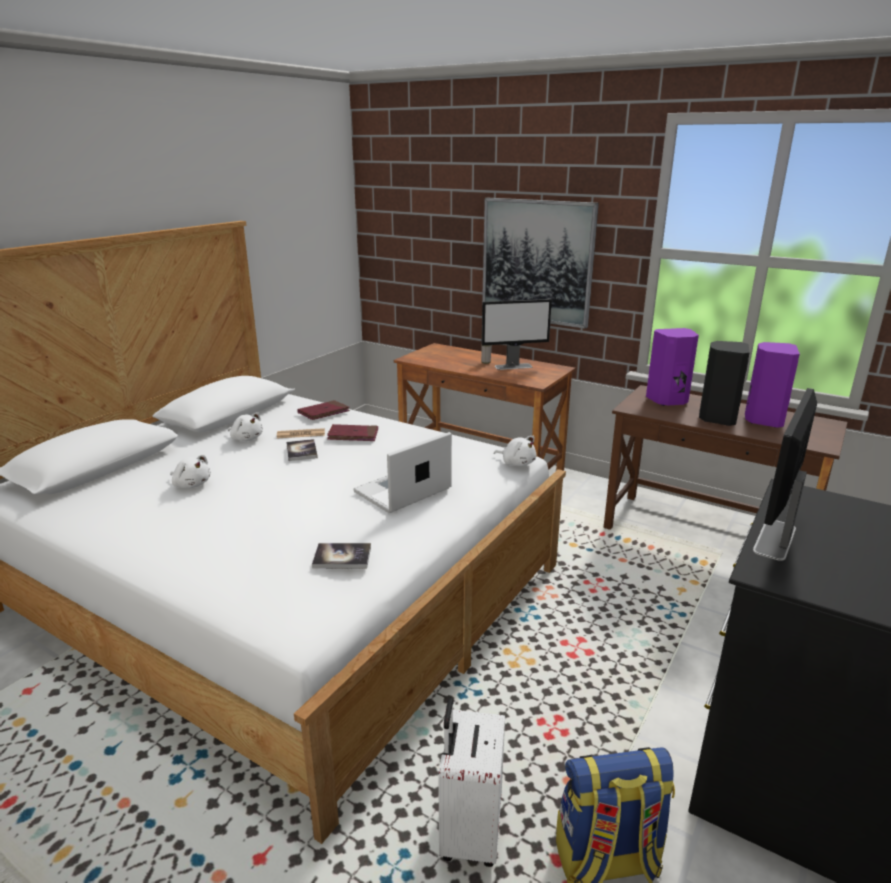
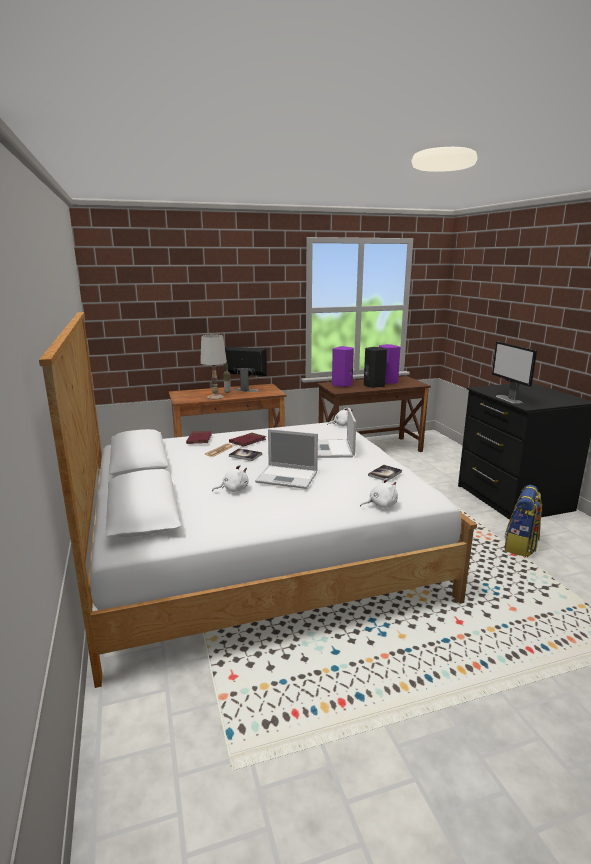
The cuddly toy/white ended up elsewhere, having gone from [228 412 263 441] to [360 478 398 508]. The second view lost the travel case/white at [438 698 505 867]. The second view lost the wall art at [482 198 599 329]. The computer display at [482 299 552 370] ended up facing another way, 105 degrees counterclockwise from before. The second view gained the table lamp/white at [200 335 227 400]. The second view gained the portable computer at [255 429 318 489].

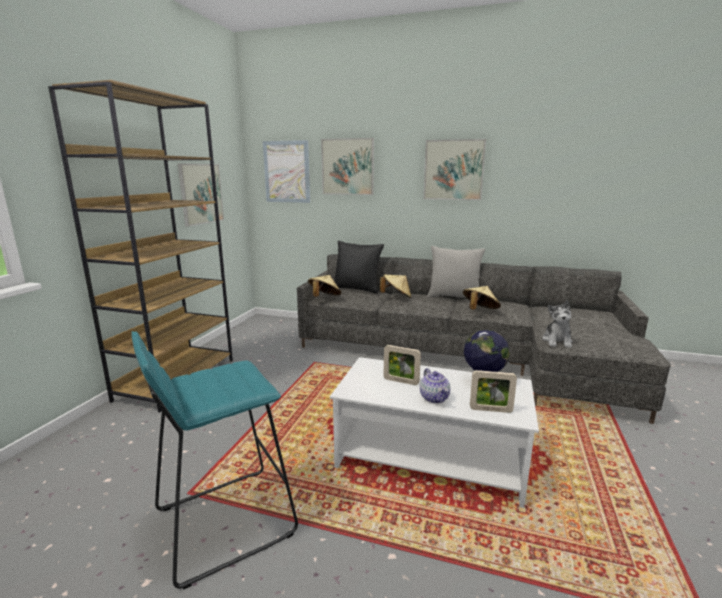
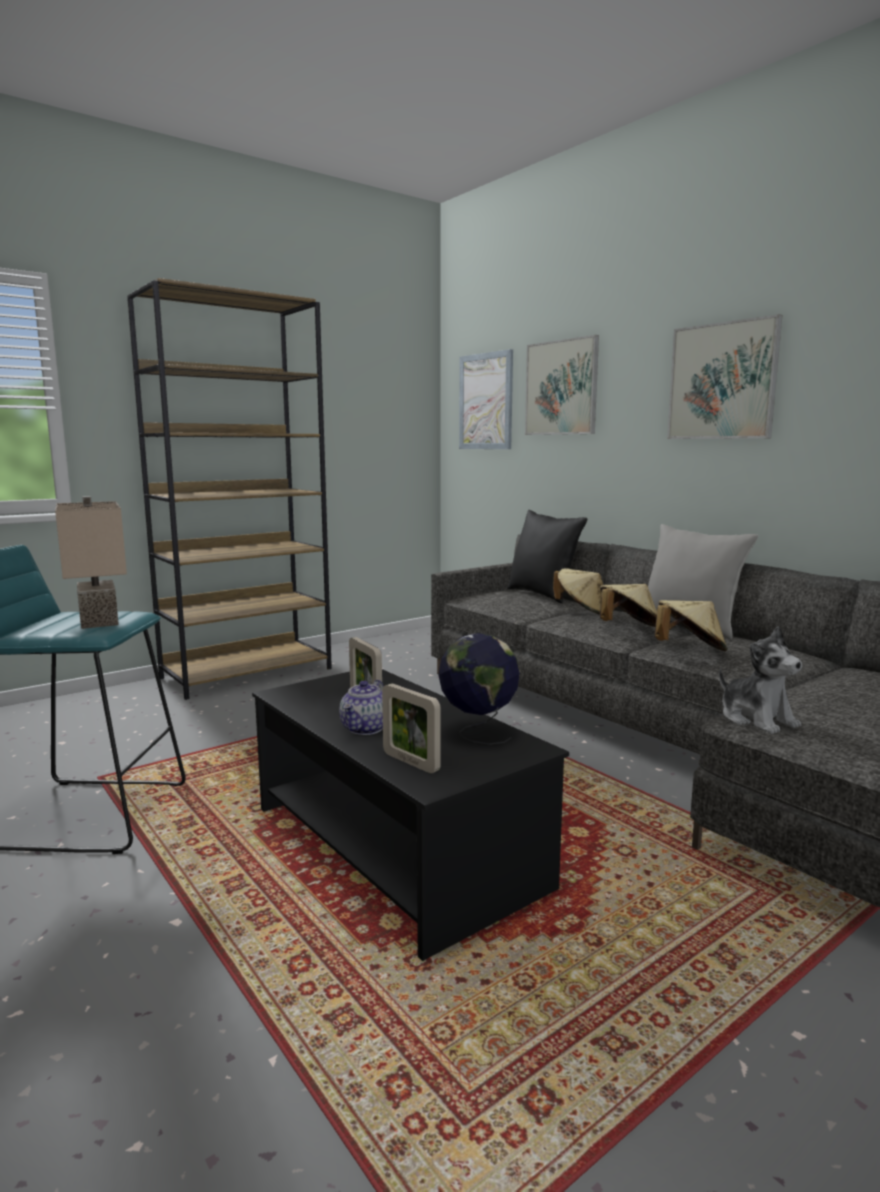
The second view lost the wall art at [178 163 224 227]. The hat/sand-coloured ended up elsewhere, having gone from [308 275 341 297] to [600 584 657 627]. What was the coffee table/white at [330 357 539 508] turned into the coffee table/black at [252 669 569 961]. The cuddly toy at [542 300 572 348] ended up facing another way, 75 degrees counterclockwise from before. The second view gained the table lamp/sand-coloured at [55 496 127 629].

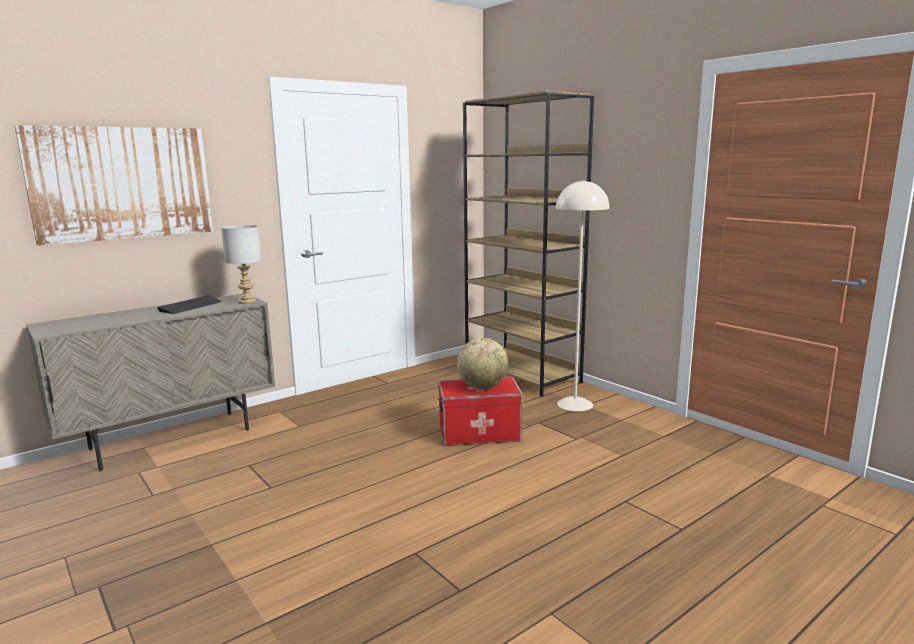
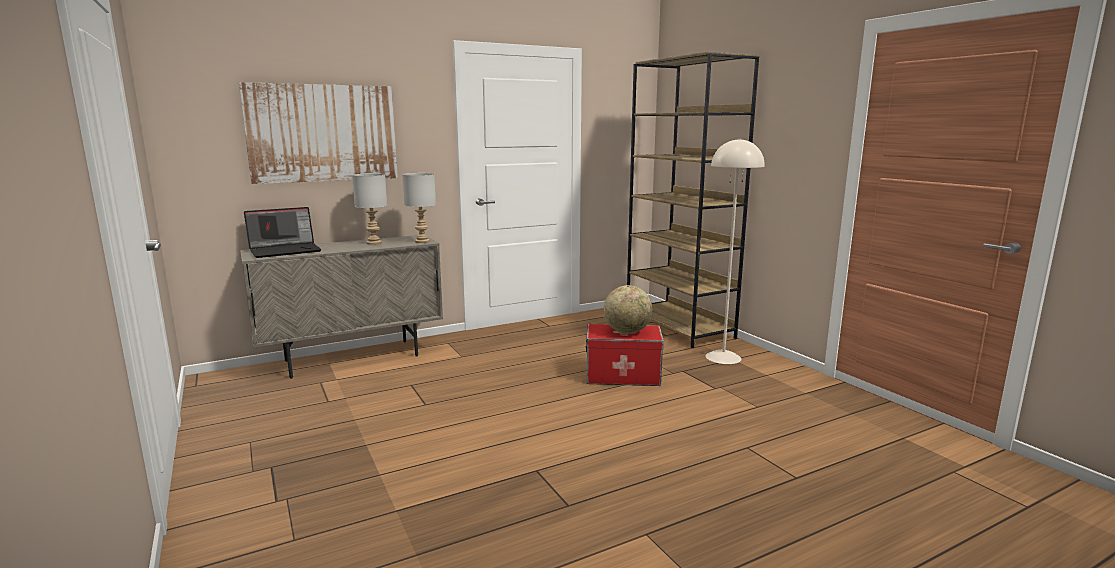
Where the keyboard stood at [157 295 222 314], the table lamp/gray came to stand at [352 173 387 245]. The second view gained the portable computer at [244 207 322 258].

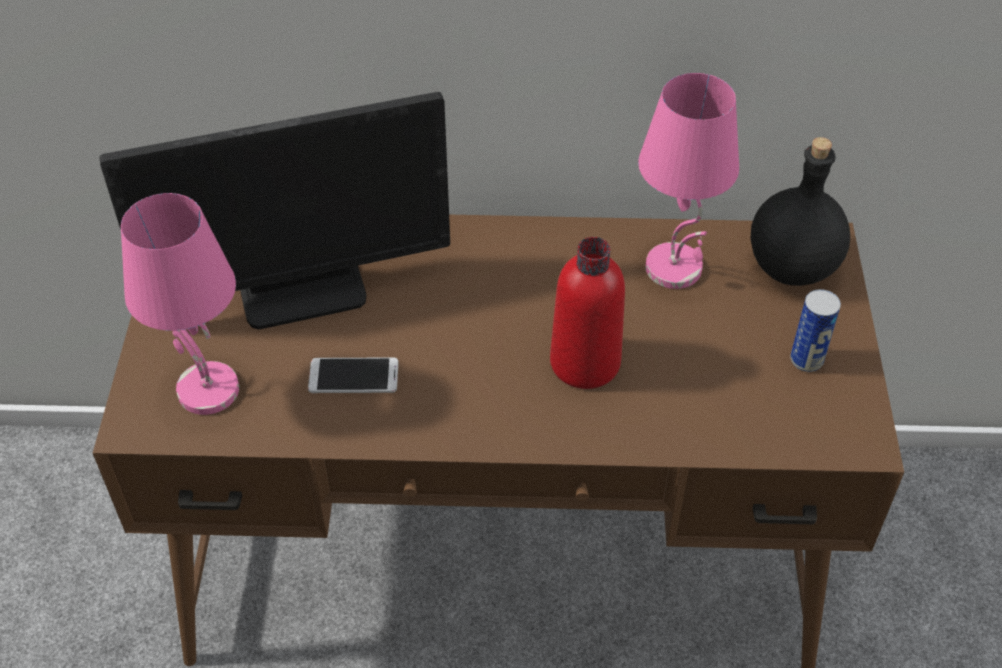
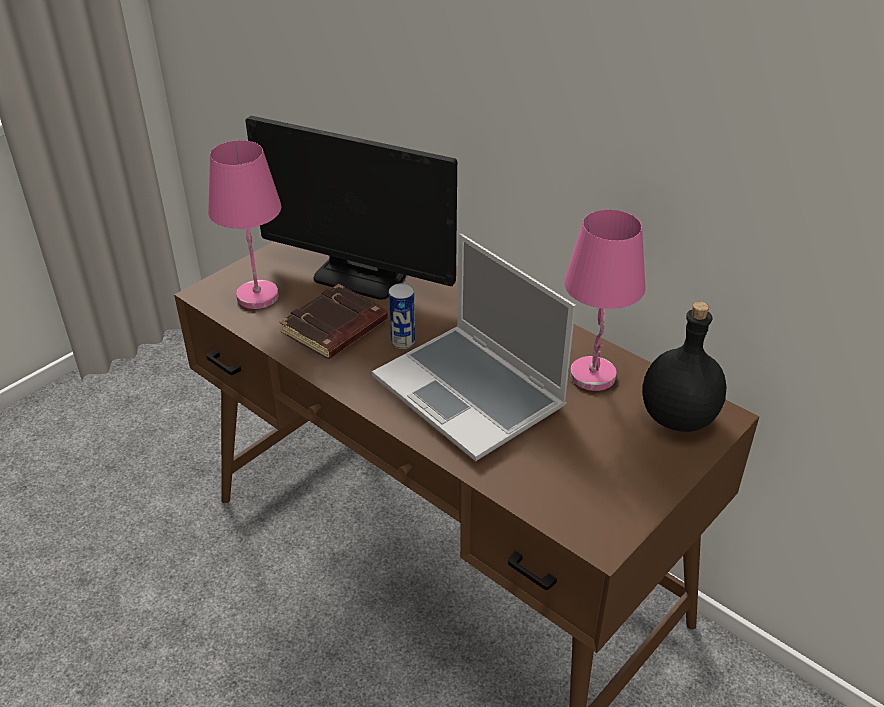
Where the phone stood at [308 358 399 393], the volume/brown came to stand at [280 284 388 359]. Where the drink bottle/red-coloured stood at [550 237 625 389], the portable computer came to stand at [372 233 576 461]. The sealed can ended up elsewhere, having gone from [790 289 841 372] to [389 283 415 349].

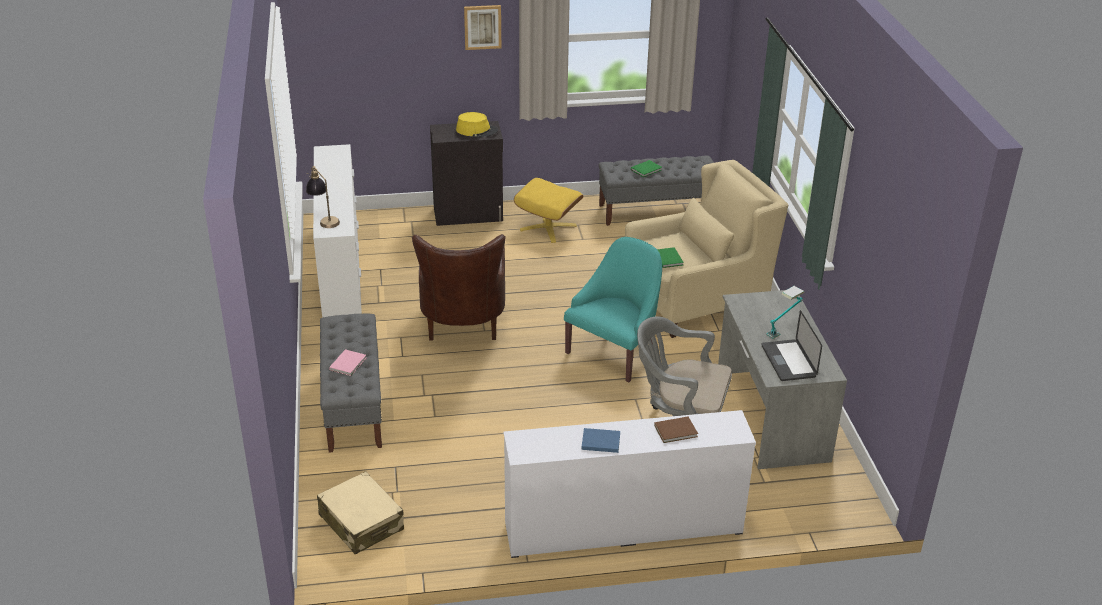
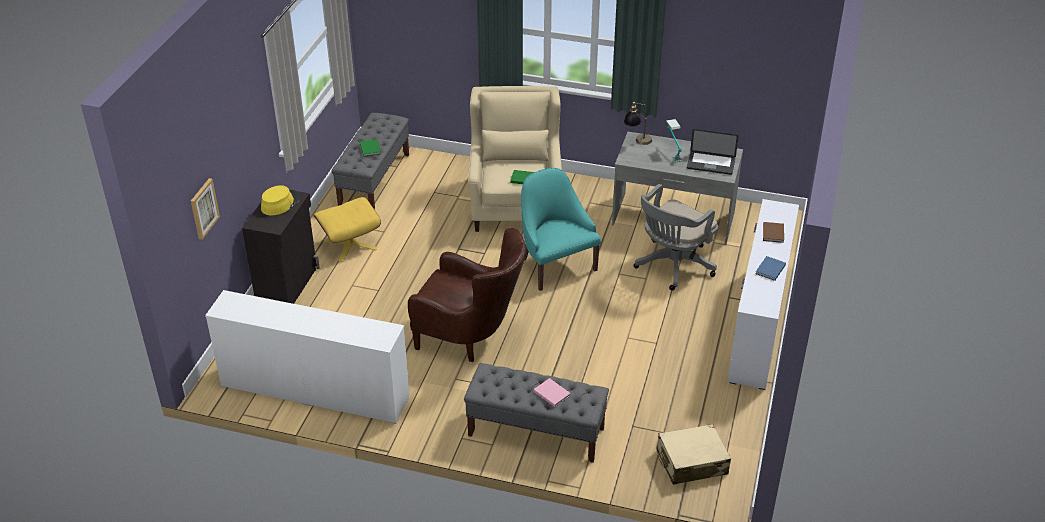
The table lamp ended up elsewhere, having gone from [306 166 340 228] to [624 102 652 145]. The wall art ended up elsewhere, having gone from [464 5 501 50] to [191 178 220 240].

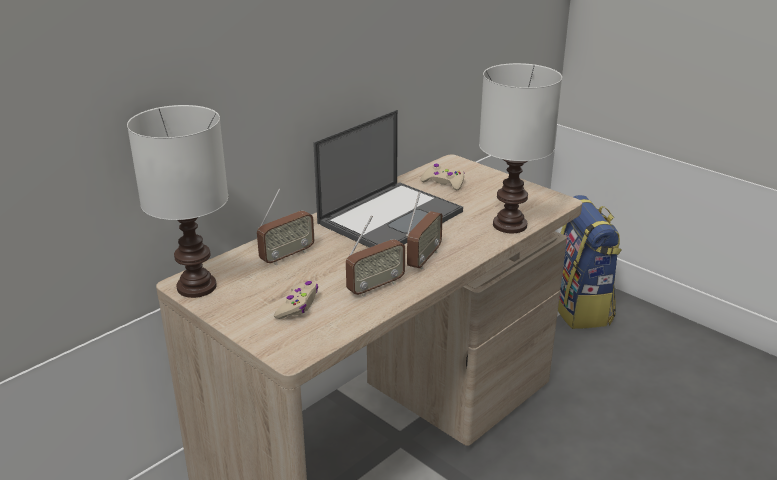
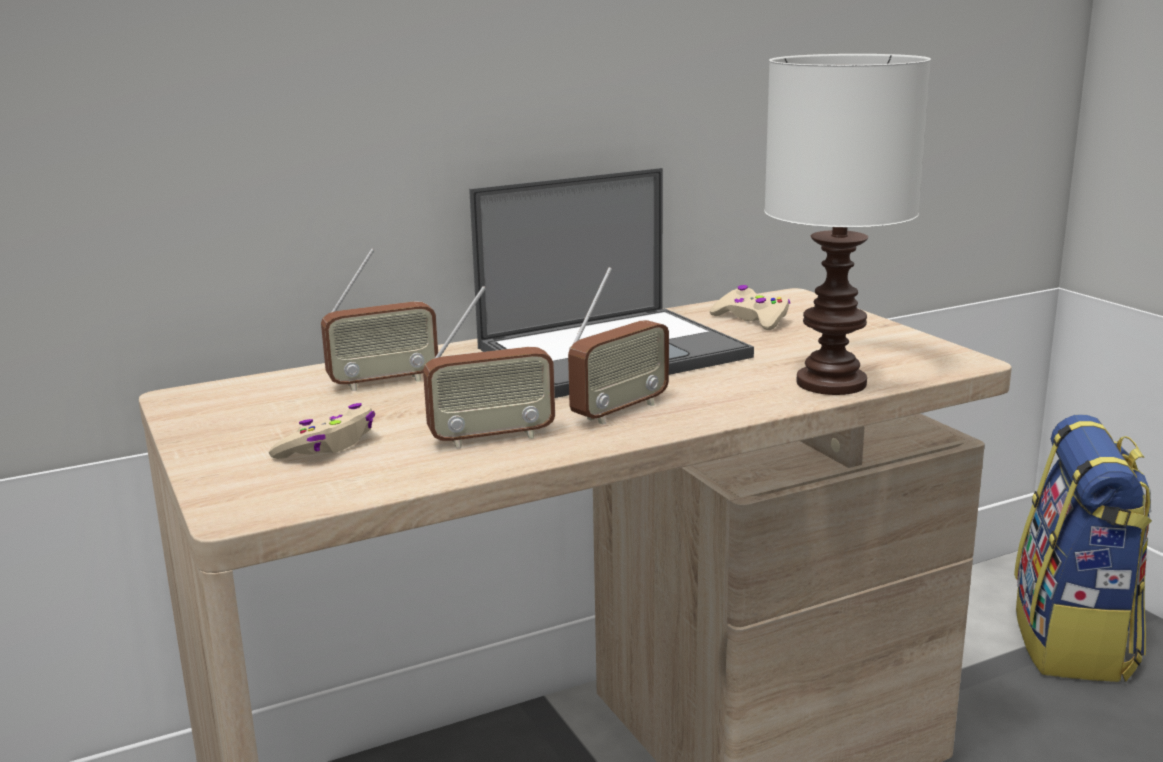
The second view lost the table lamp/white at [127 105 228 298].

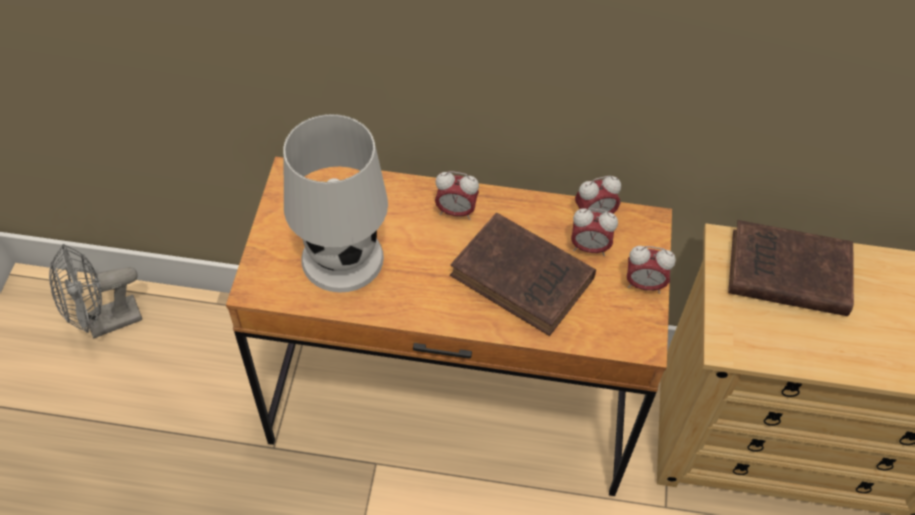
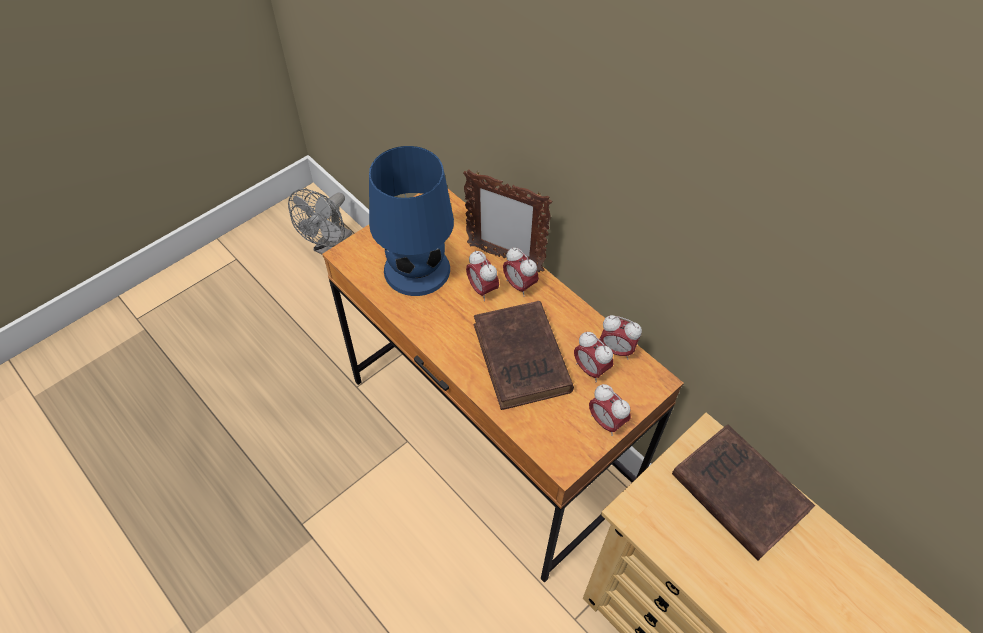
The fan/gray at [49 244 142 339] ended up facing another way, 75 degrees counterclockwise from before. What was the table lamp/white at [283 114 388 293] turned into the table lamp/blue at [369 146 454 296]. The second view gained the picture frame at [463 169 552 272]. The second view gained the alarm clock at [466 250 499 301].

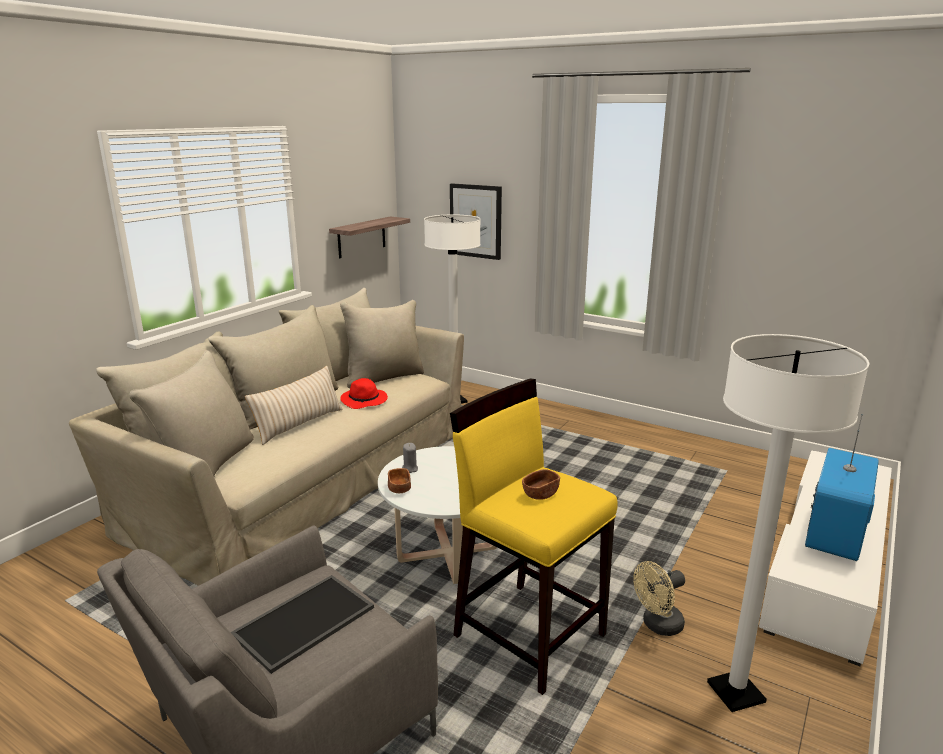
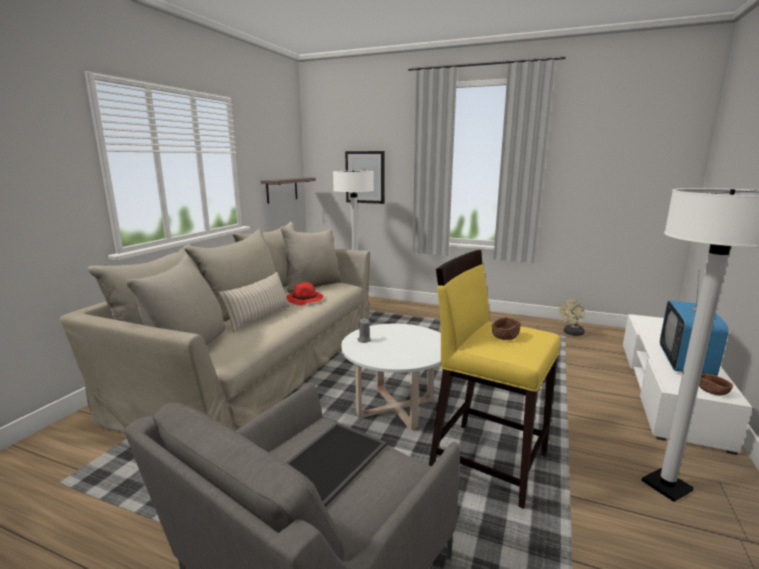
The bowl/brown ended up elsewhere, having gone from [388 468 411 493] to [699 374 733 395]. The fan/sand-coloured ended up elsewhere, having gone from [633 561 685 636] to [559 299 585 336].

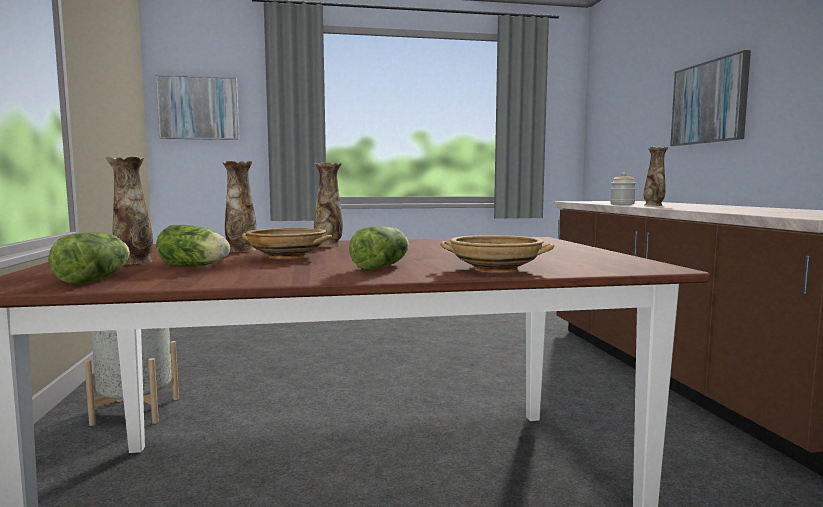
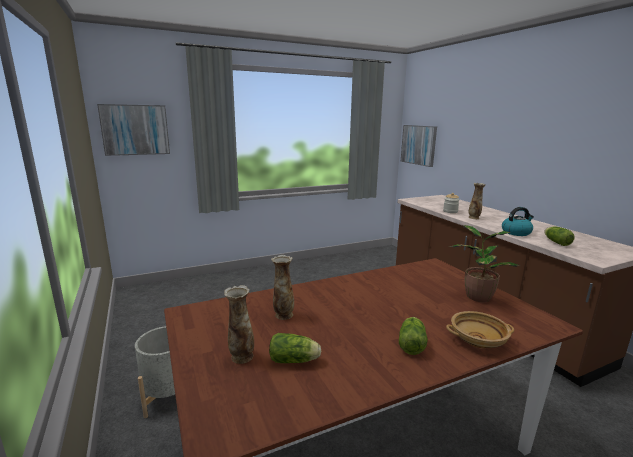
The head of lettuce ended up elsewhere, having gone from [48 233 130 285] to [544 226 575 246]. The second view lost the bowl/sand-coloured at [242 228 332 259]. The second view lost the vase at [314 162 343 247]. The wall art ended up elsewhere, having gone from [670 50 751 146] to [401 125 437 167]. The second view gained the plant in a pot at [449 225 520 302]. The second view gained the water kettle at [502 207 534 236].

